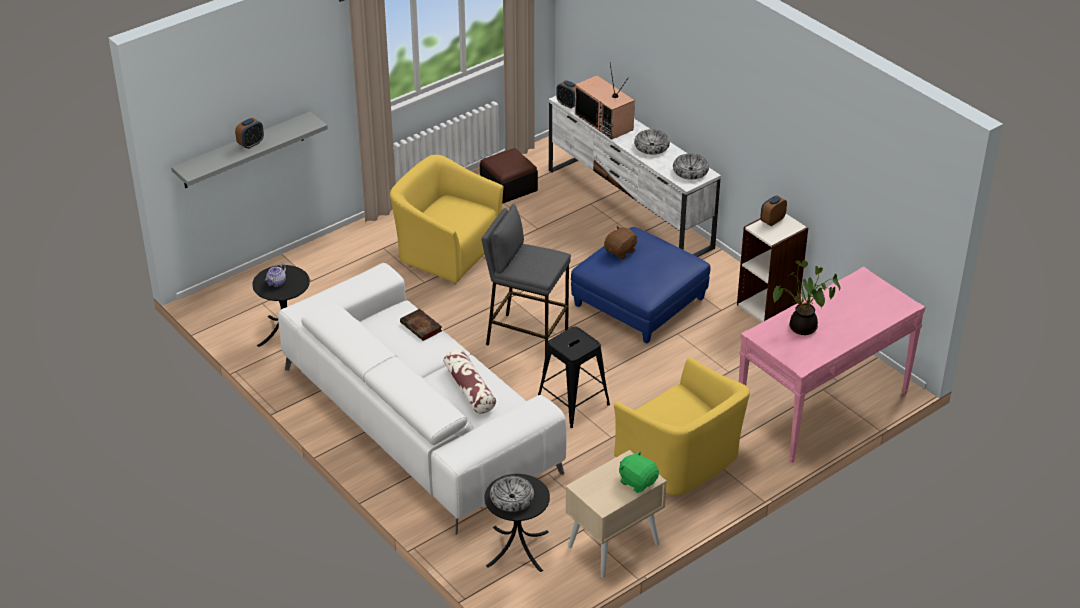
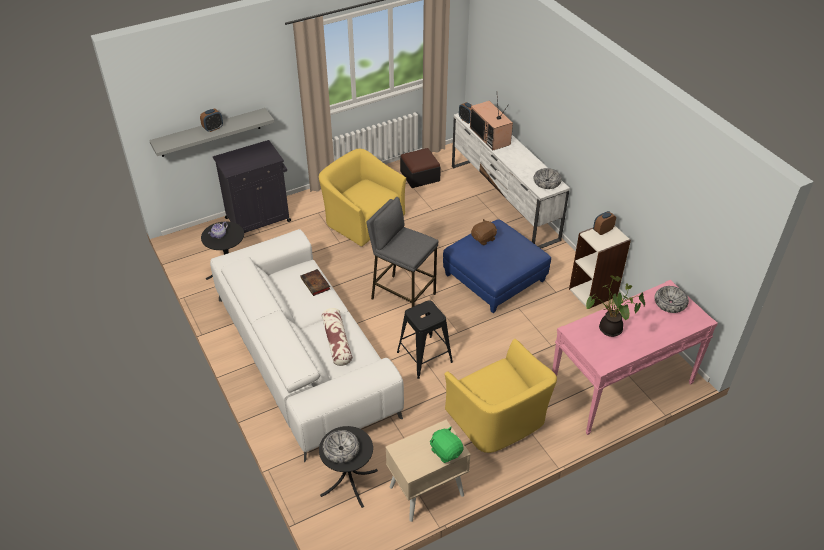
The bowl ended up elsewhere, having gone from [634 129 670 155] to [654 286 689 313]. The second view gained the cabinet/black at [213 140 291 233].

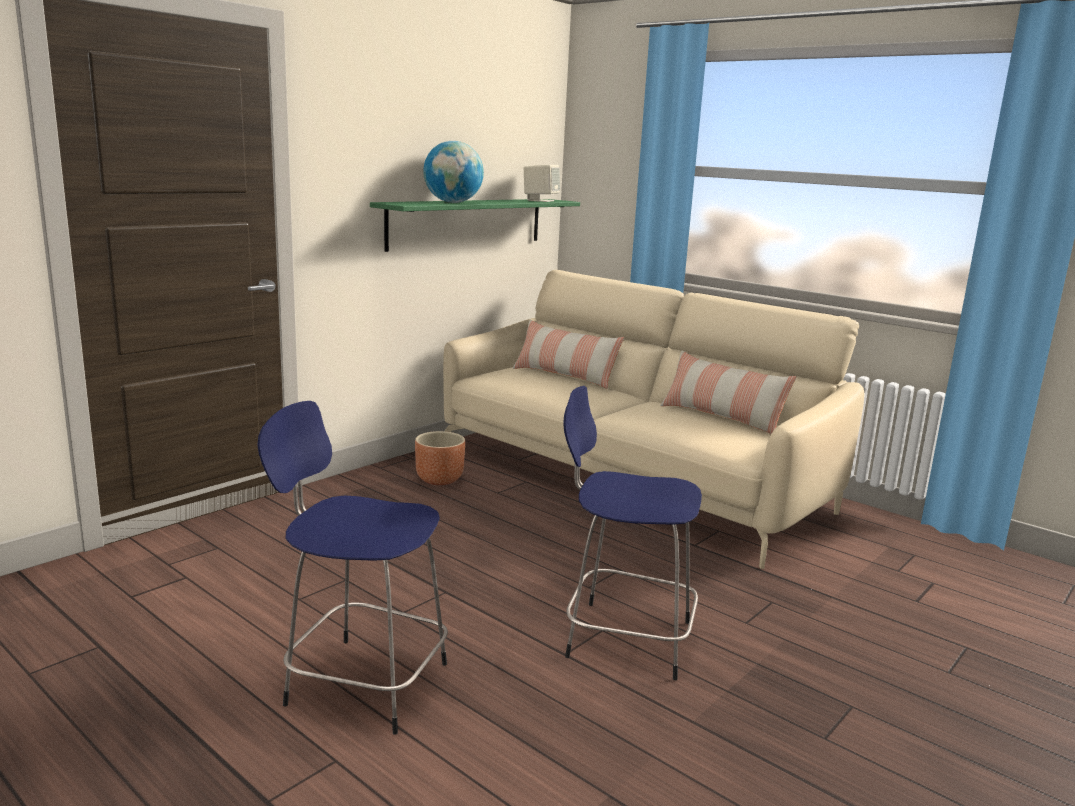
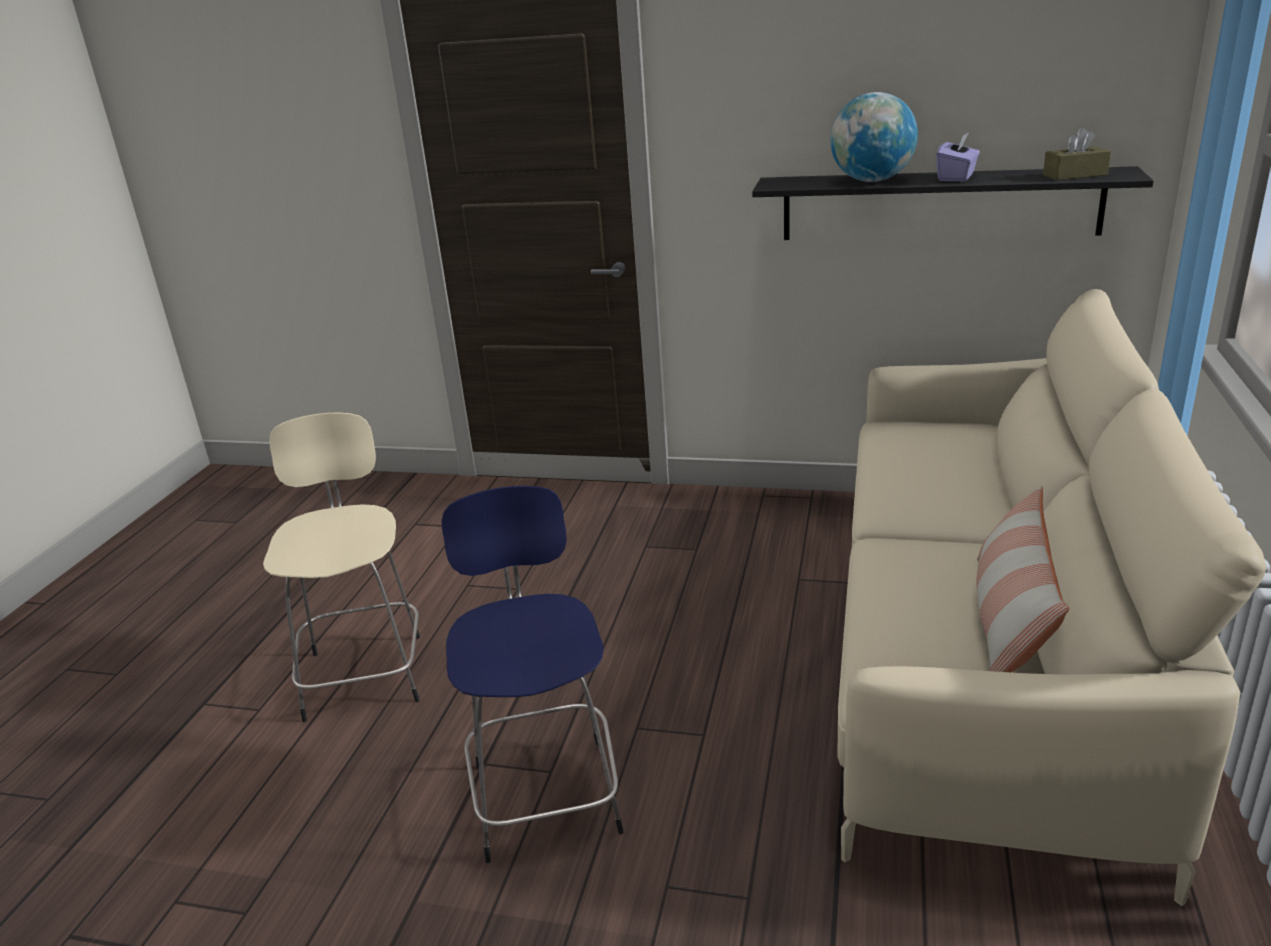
What was the stool seat/blue at [258 401 448 735] turned into the stool seat/sand-coloured at [263 413 420 722]. What was the wall shelf/green at [370 199 580 252] turned into the wall shelf/black at [752 166 1154 240]. The second view lost the plant pot/brown at [415 431 465 485]. The second view lost the throw pillow at [513 319 624 389]. Where the audio speaker/sand-coloured stood at [524 165 560 202], the tissue box/brown came to stand at [1043 128 1111 180]. The second view gained the tissue box/purple-coloured at [936 132 980 181].

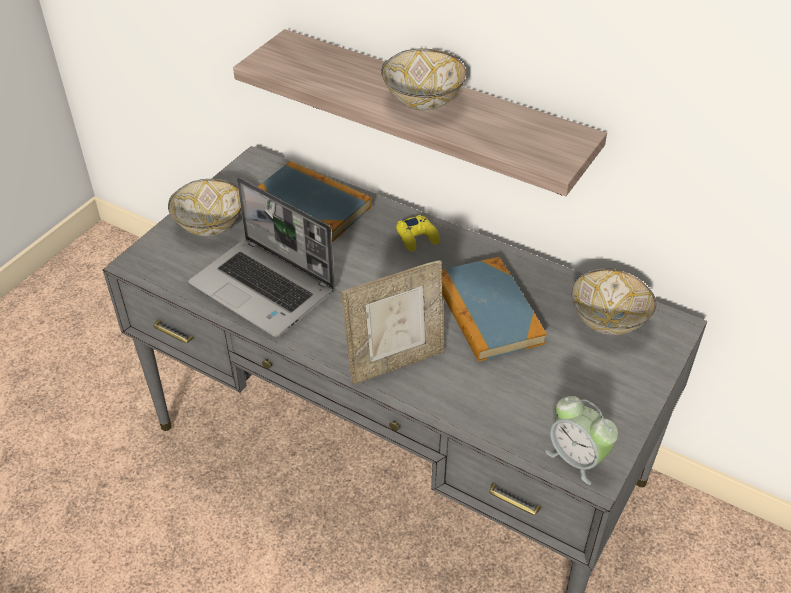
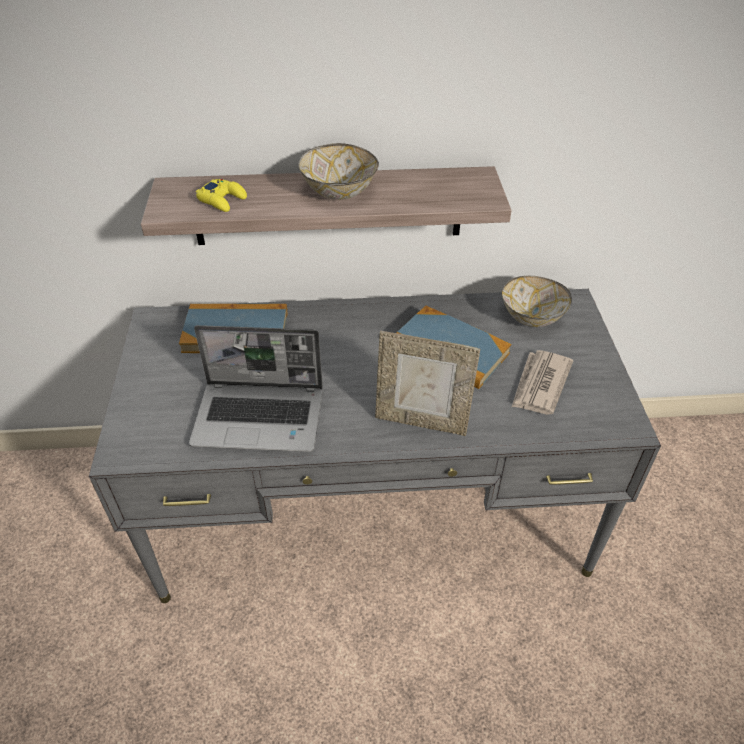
The second view lost the bowl at [168 179 241 236]. The picture frame at [341 260 444 384] ended up facing another way, 75 degrees clockwise from before. The game controller/yellowish ended up elsewhere, having gone from [396 215 439 252] to [196 179 247 212]. The second view lost the alarm clock at [545 396 618 485]. The second view gained the daily paper at [512 350 573 415].

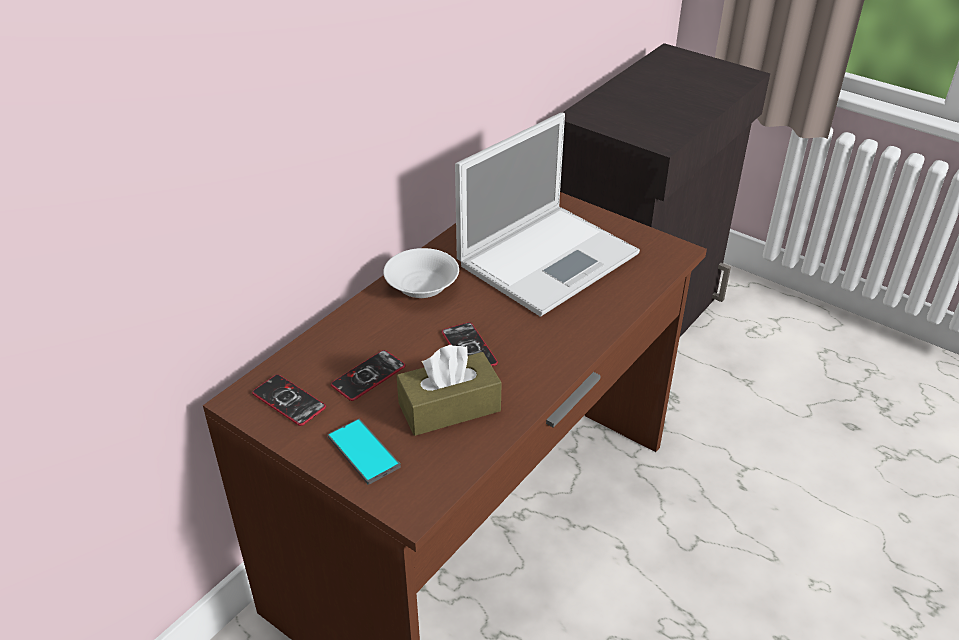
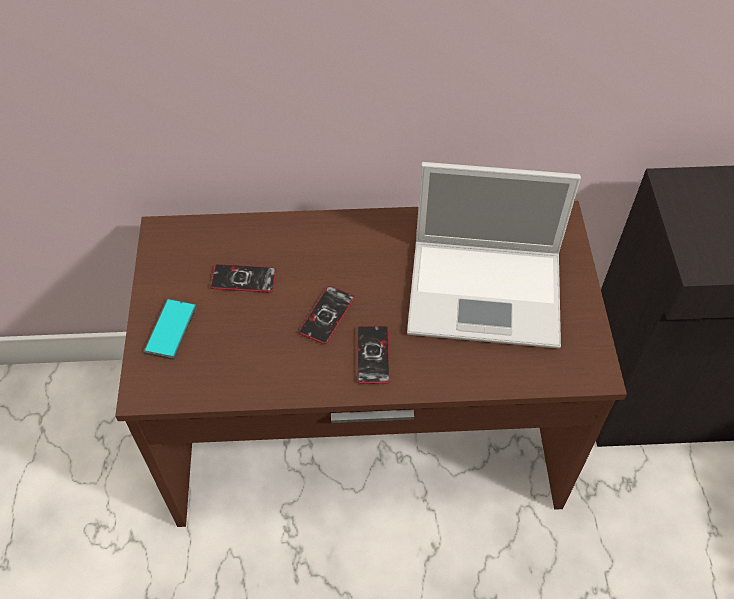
The phone ended up elsewhere, having gone from [252 374 326 426] to [357 326 390 384]. The second view lost the bowl/white at [383 248 459 298]. The second view lost the tissue box/brown at [397 345 502 436].

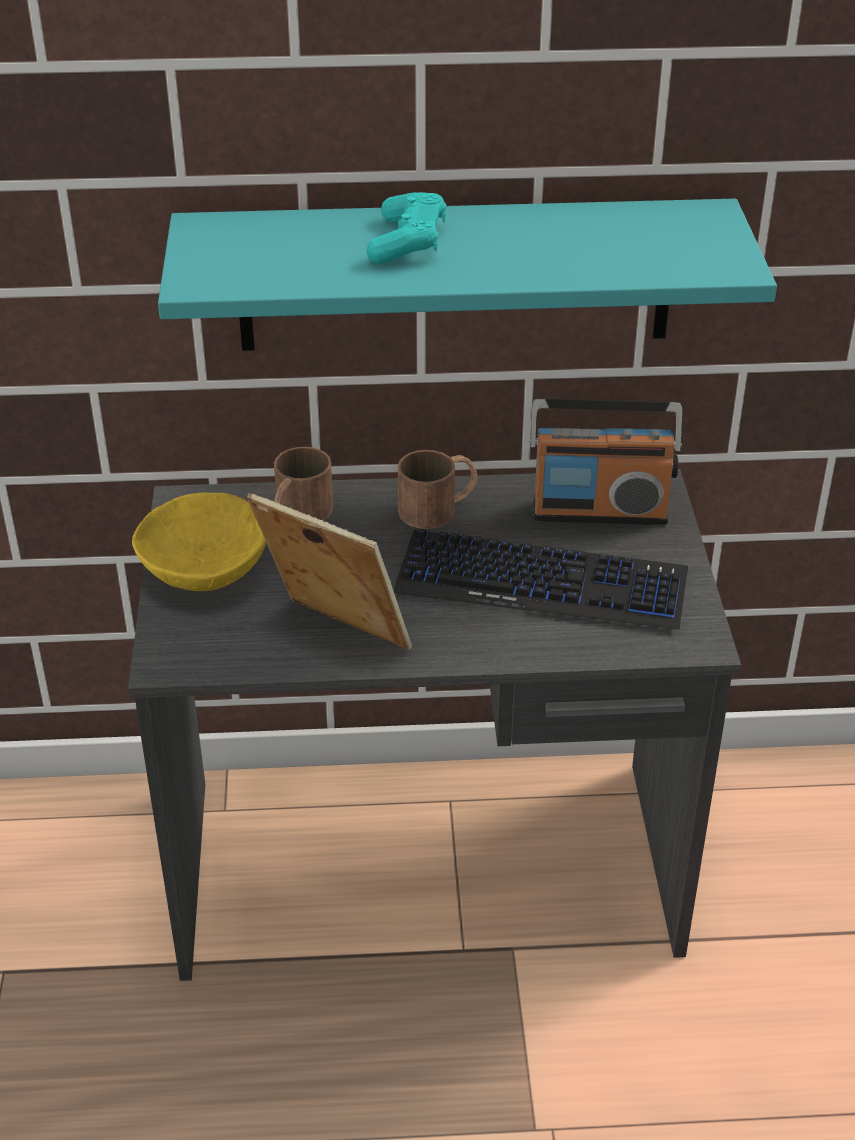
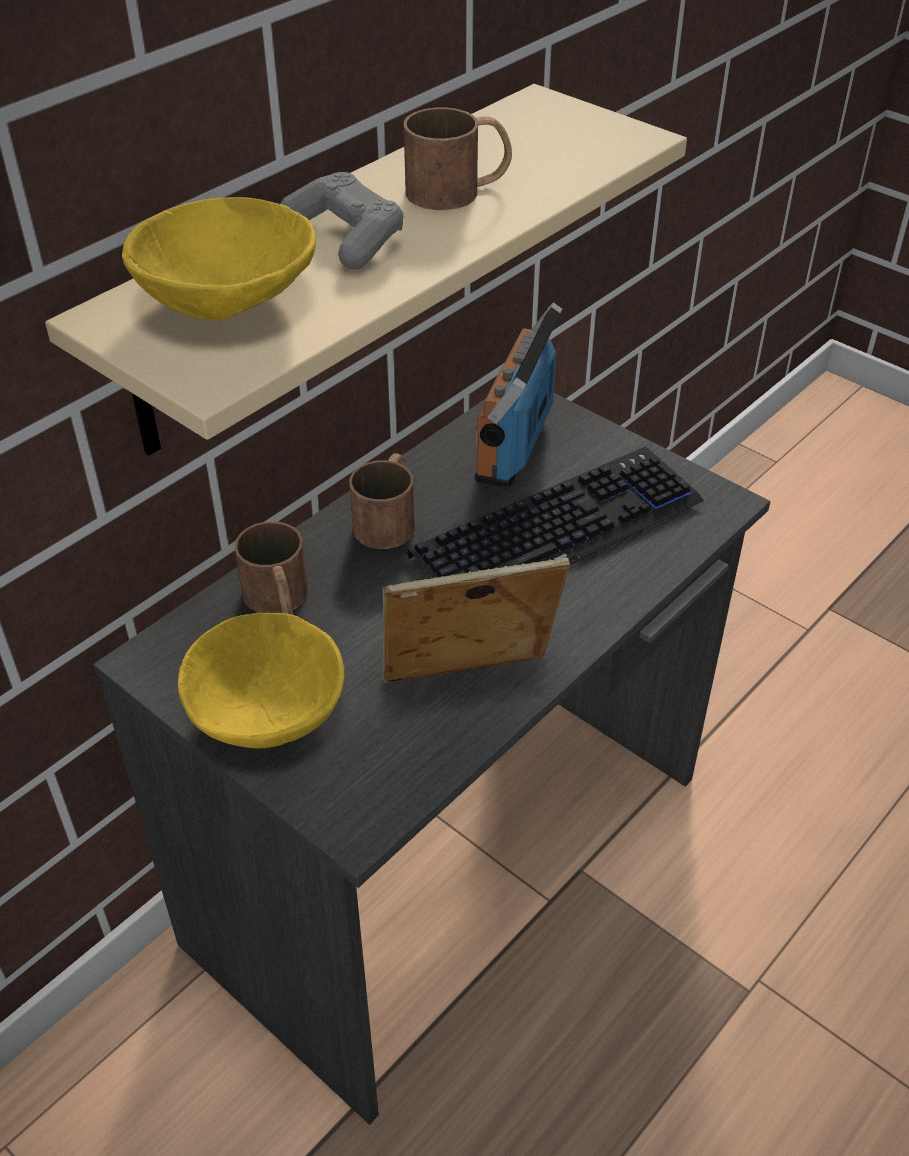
What was the wall shelf/blue-green at [158 199 777 351] turned into the wall shelf/sand-coloured at [45 84 687 456]. What was the game controller/blue-green at [367 192 446 264] turned into the game controller/gray at [281 172 403 270]. The radio set at [529 399 682 525] ended up facing another way, 150 degrees clockwise from before. The second view gained the bowl/yellowish at [122 197 316 320]. The second view gained the coffee mug/brown at [404 108 512 210].

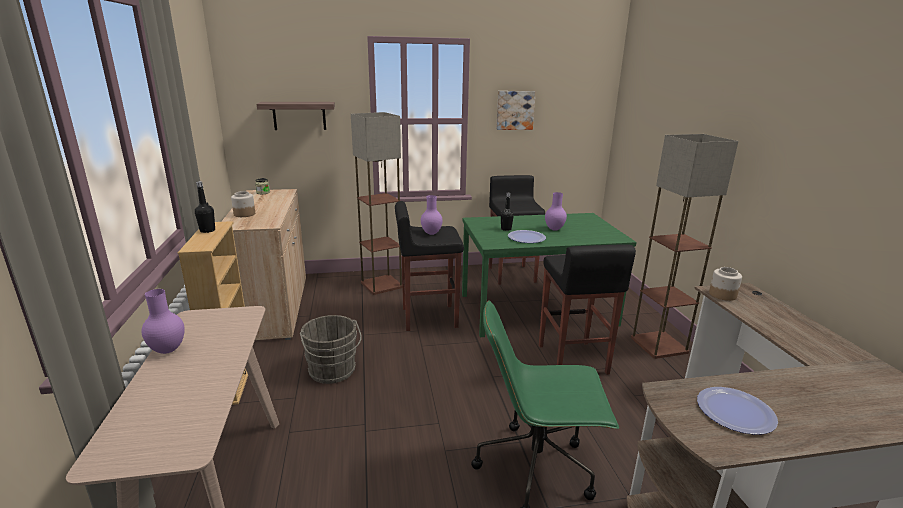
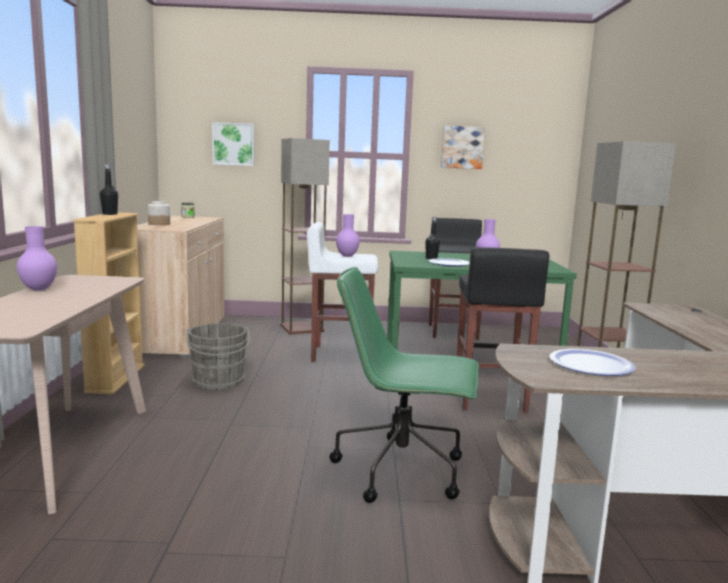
Where the wall shelf hung at [257 102 335 130], the wall art came to hang at [212 122 254 166]. What was the stool seat/black at [395 201 464 331] turned into the stool seat/white at [307 222 378 362]. The second view lost the preserve jar at [709 267 742 301].

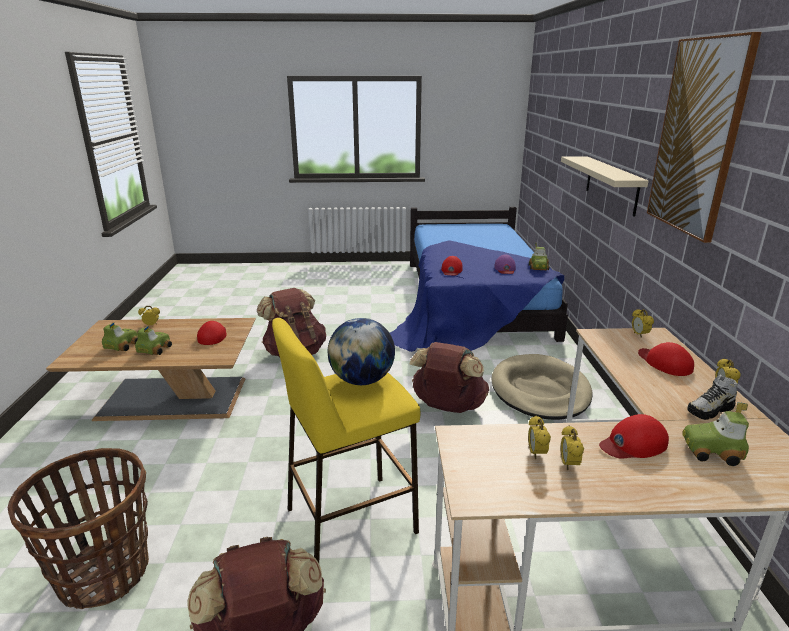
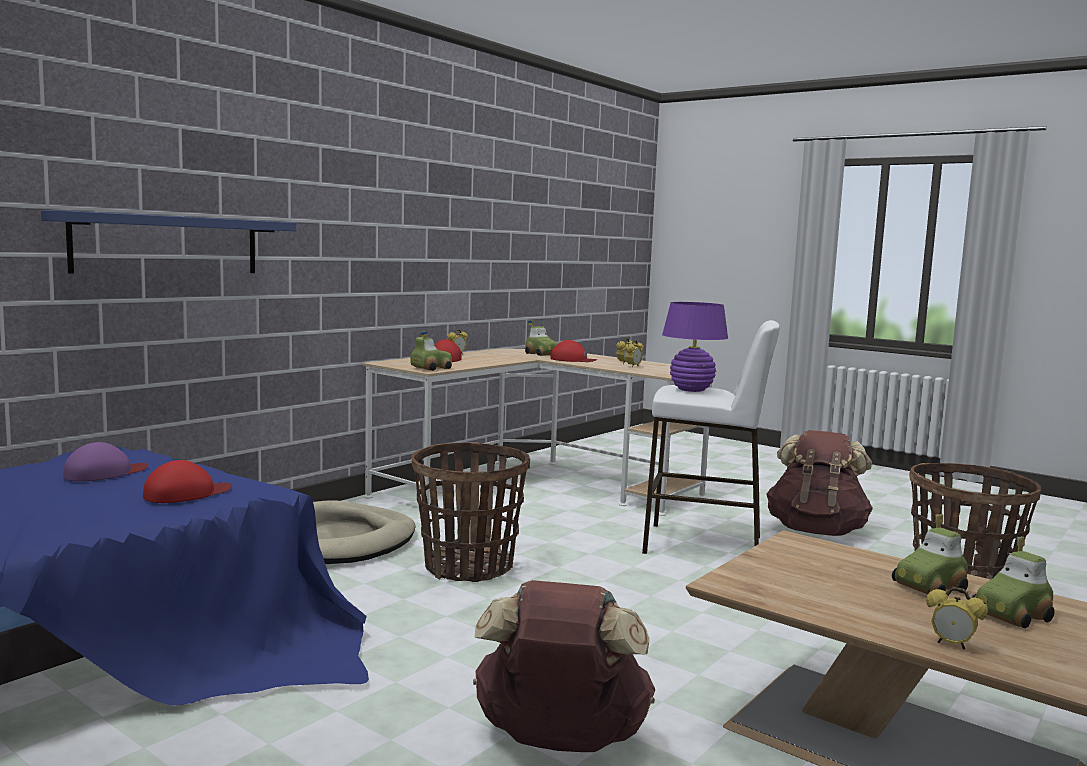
The second view lost the peaked cap/red-coloured at [197 321 227 345]. What was the stool seat/yellowish at [272 318 420 563] turned into the stool seat/white at [642 320 780 554]. Where the globe stood at [328 318 395 385], the table lamp/purple-coloured came to stand at [662 302 728 392]. Where the rucksack/brown stood at [409 342 489 413], the basket came to stand at [411 442 530 582]. The toy car ended up elsewhere, having gone from [529 242 549 270] to [410 331 452 371]. What was the wall shelf/sand-coloured at [561 156 649 217] turned into the wall shelf/blue at [41 210 296 273]. The second view lost the alarm clock at [632 309 654 338]. The second view lost the wall art at [647 32 762 243]. The second view lost the shoe at [687 375 738 420].

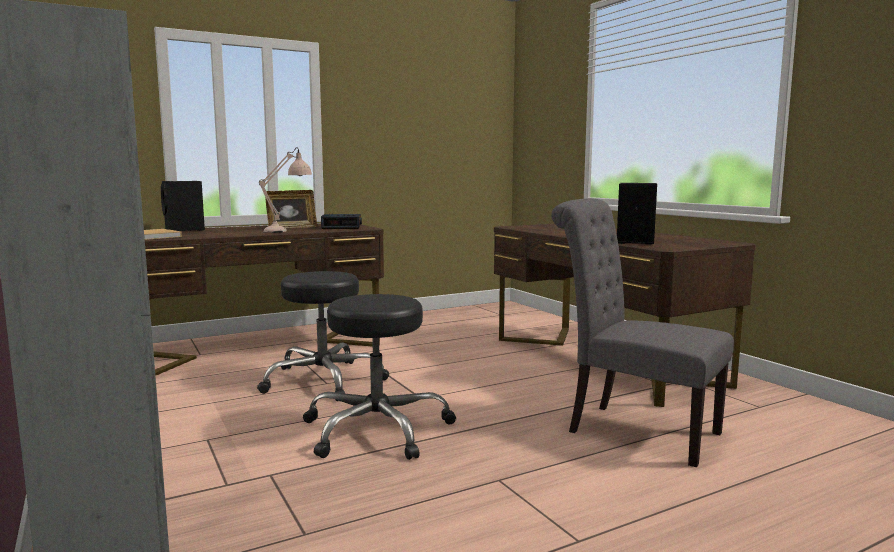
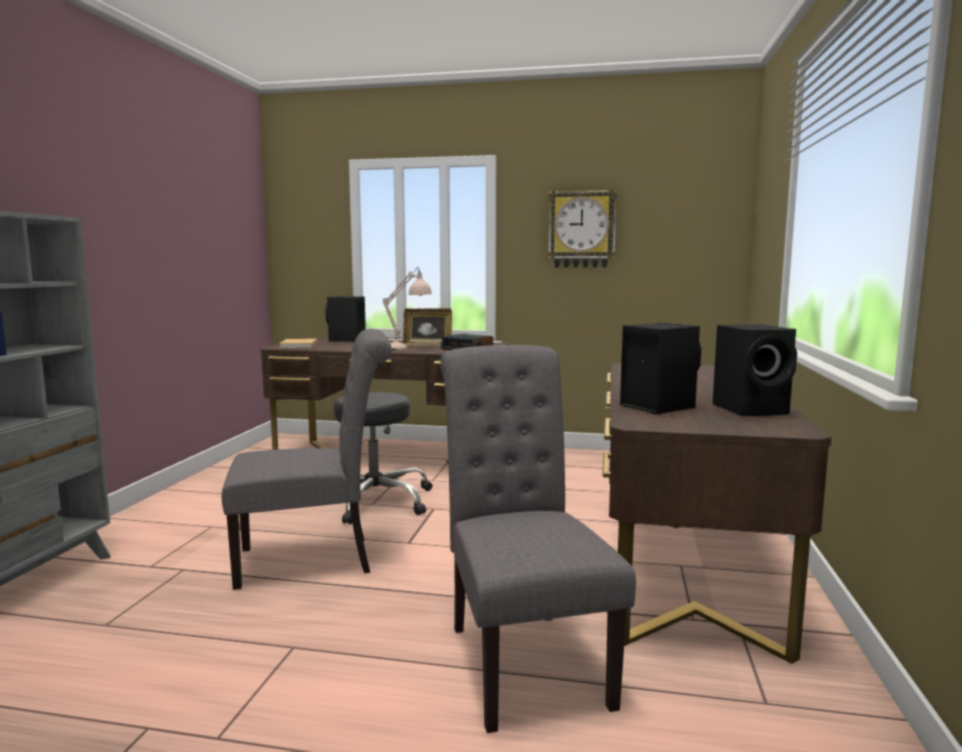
Where the stool seat/black stood at [303 294 456 460], the chair/gray came to stand at [222 329 392 590]. The second view gained the hanging clock at [548 189 617 268]. The second view gained the audio speaker/black at [712 324 797 416].

